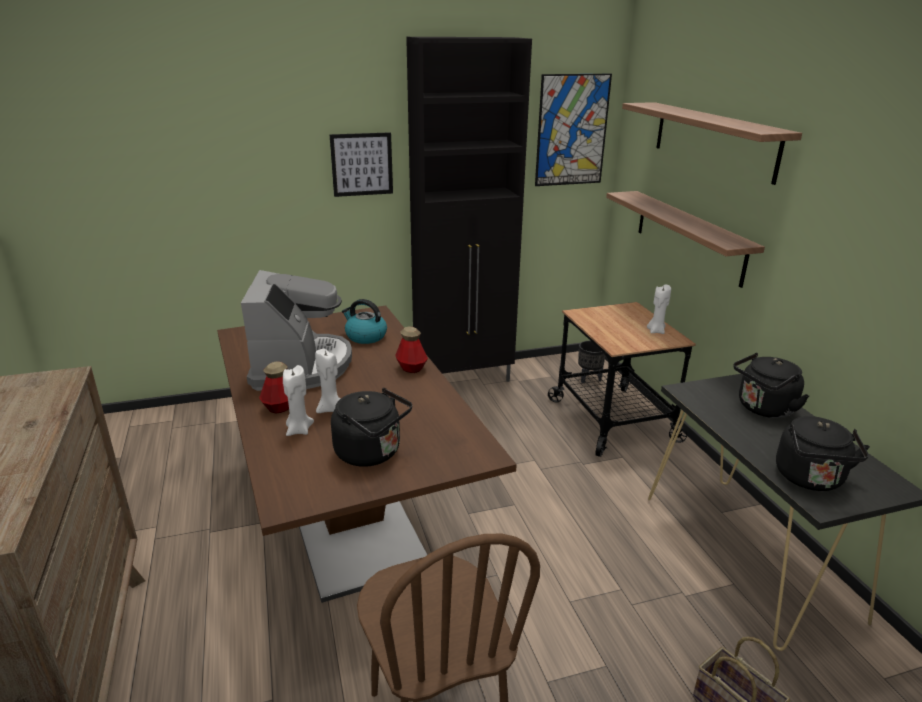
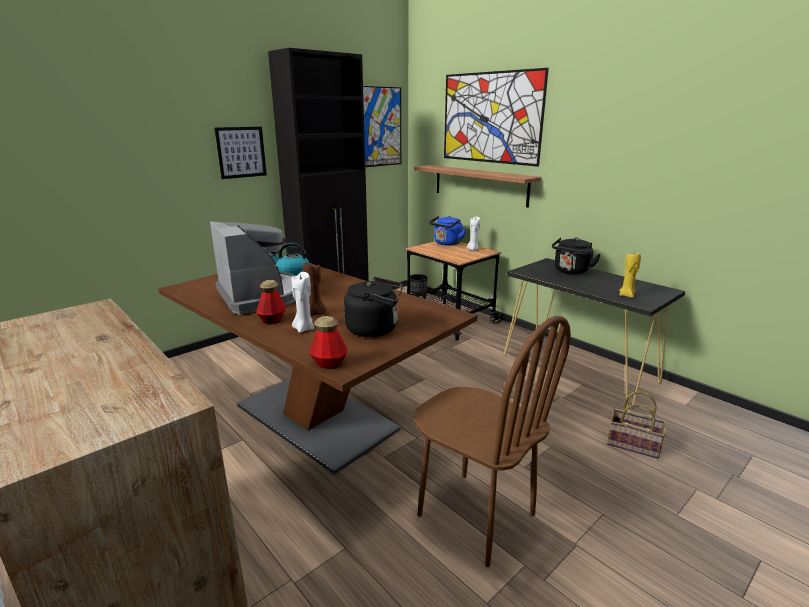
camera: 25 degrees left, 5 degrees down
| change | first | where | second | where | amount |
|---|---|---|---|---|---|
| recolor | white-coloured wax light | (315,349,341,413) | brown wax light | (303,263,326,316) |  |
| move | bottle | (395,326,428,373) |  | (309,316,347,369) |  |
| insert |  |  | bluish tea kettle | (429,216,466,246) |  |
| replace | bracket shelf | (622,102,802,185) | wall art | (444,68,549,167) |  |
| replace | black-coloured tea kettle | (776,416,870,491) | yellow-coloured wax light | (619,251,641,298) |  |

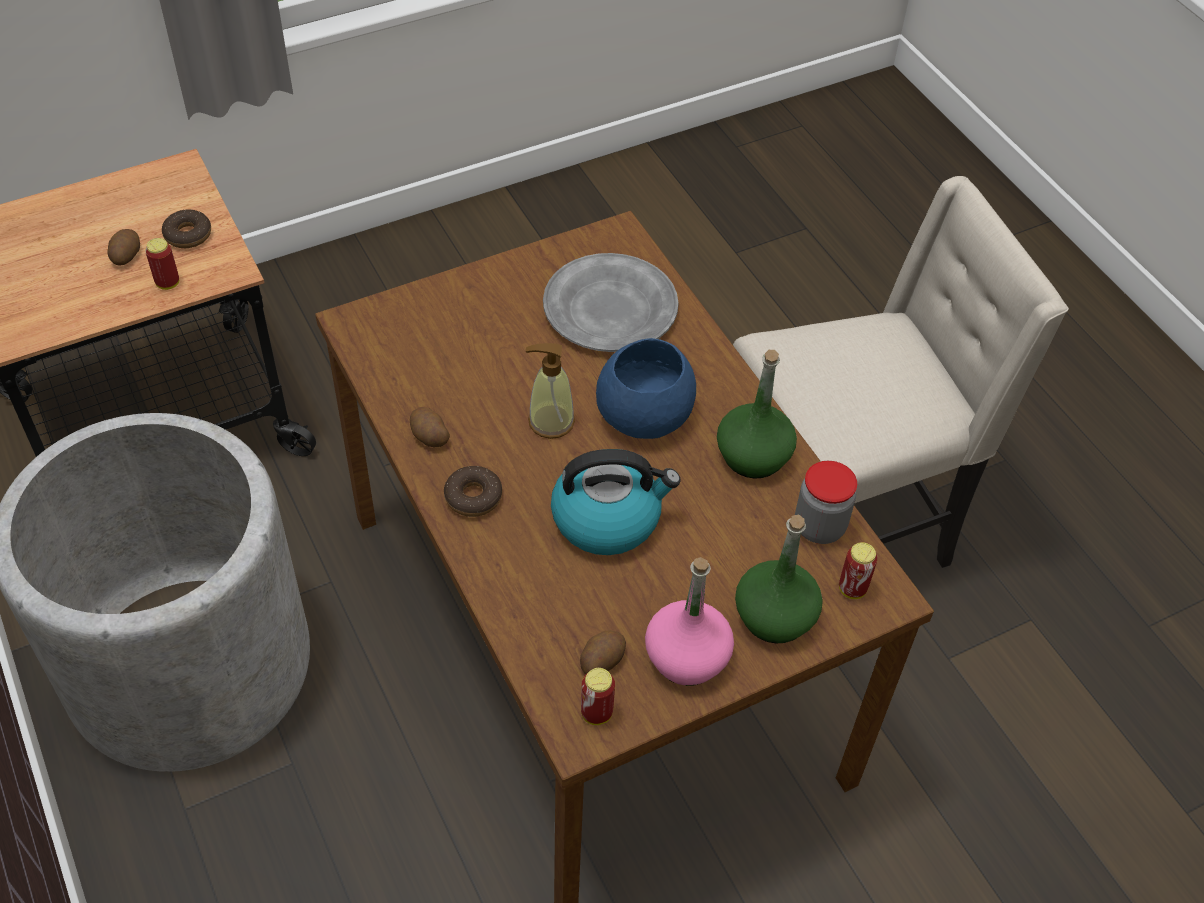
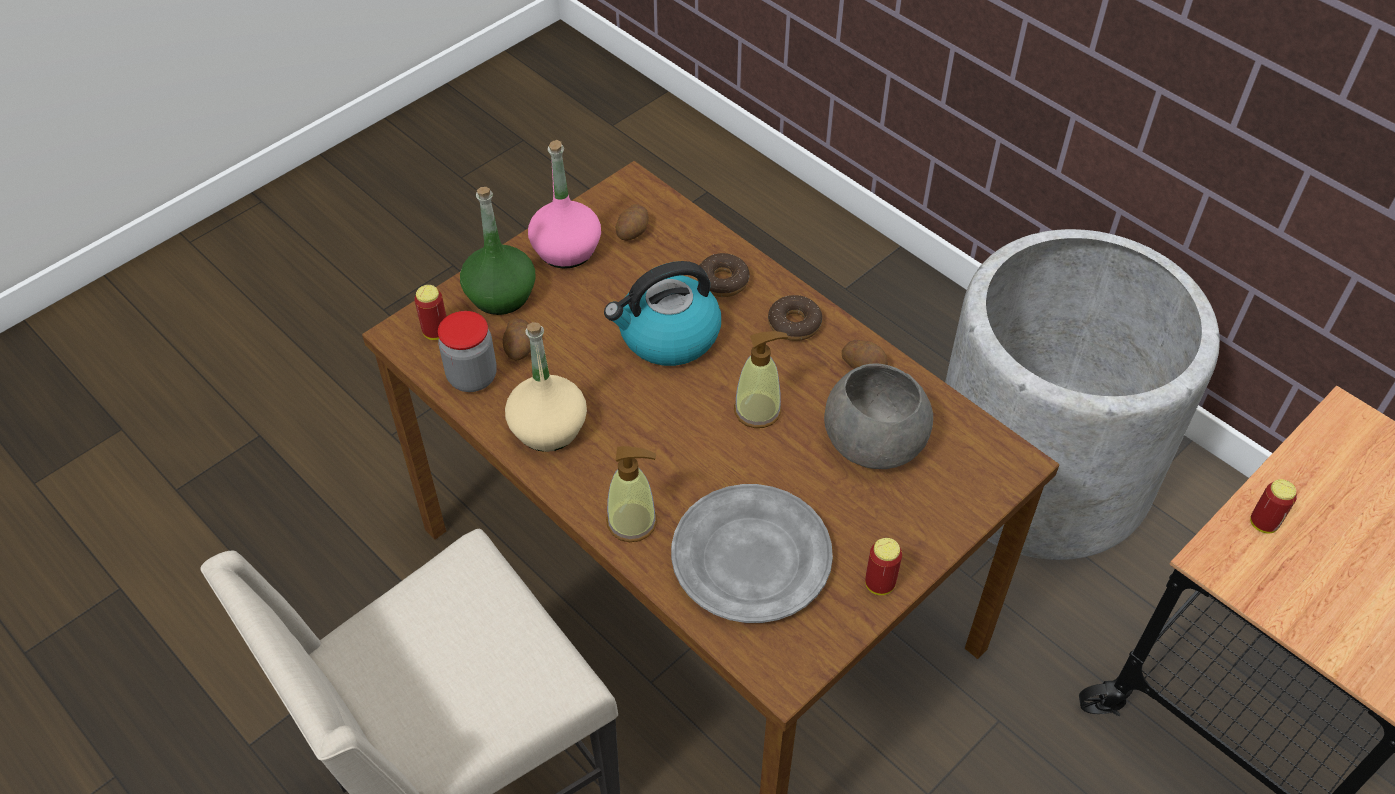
camera: 165 degrees right, 0 degrees up
| change | first | where | second | where | amount |
|---|---|---|---|---|---|
| move | whole potato | (107,229,140,266) |  | (503,319,531,361) |  |
| recolor | green-coloured bottle | (717,350,797,478) | sand-coloured bottle | (505,322,587,452) |  |
| insert |  |  | liquid soap bottle | (606,446,657,542) |  |
| move | doughnut | (162,209,211,248) |  | (697,253,750,297) |  |
| insert |  |  | greyish serving bowl | (824,363,933,469) |  |
| move | metal can | (581,668,615,725) |  | (865,538,902,595) |  |
| delete | bluish serving bowl | (596,338,696,439) |  |  |  |

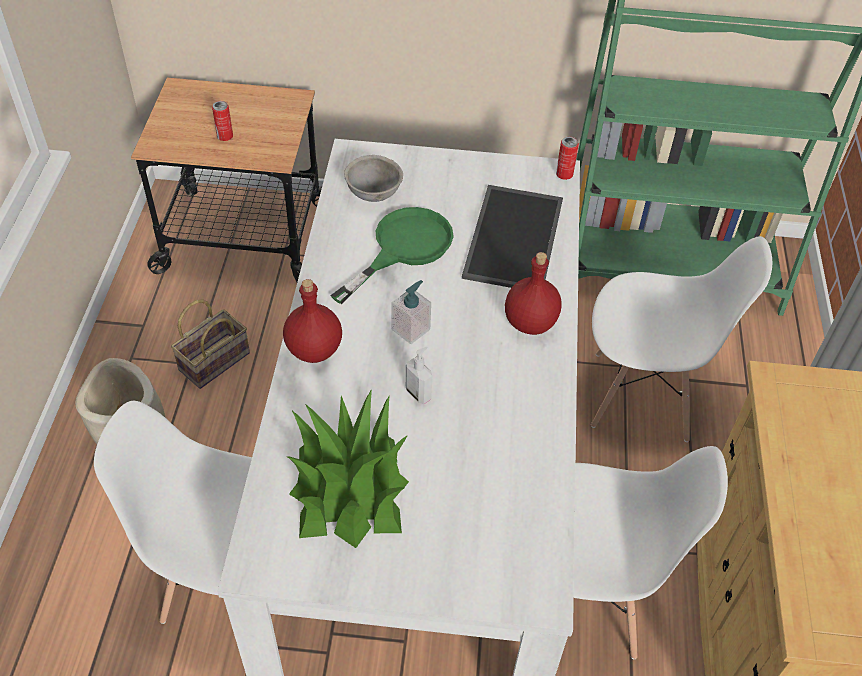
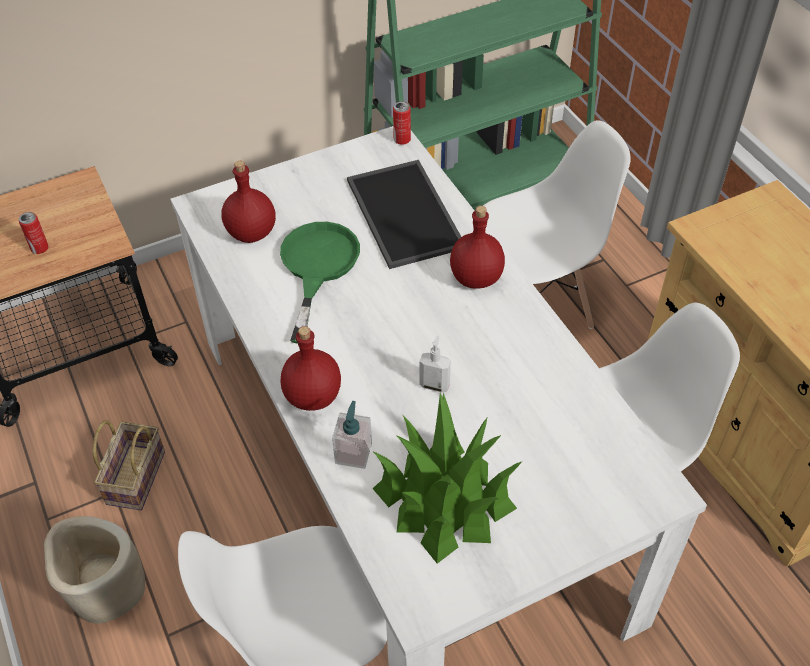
camera: 30 degrees left, 0 degrees up
| change | first | where | second | where | amount |
|---|---|---|---|---|---|
| replace | greyish serving bowl | (344,155,403,202) | reddish bottle | (221,161,276,243) |  |
| move | liquid soap bottle | (391,280,431,344) |  | (332,401,372,469) |  |

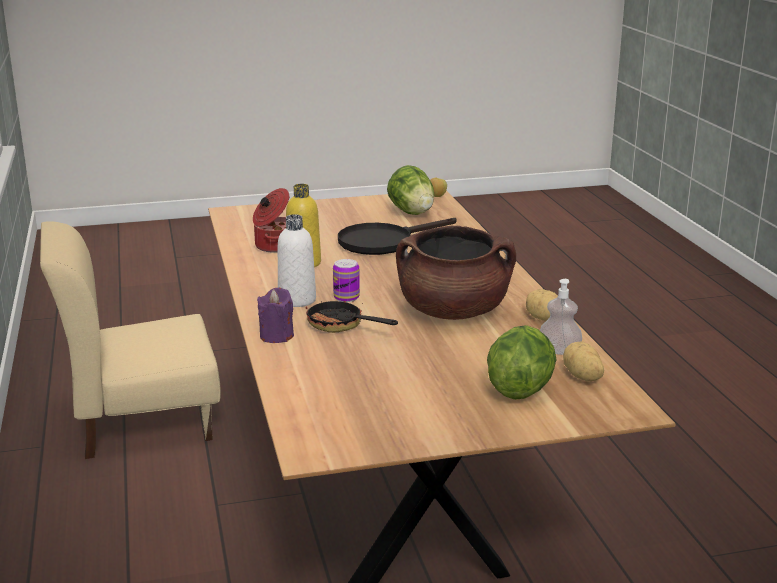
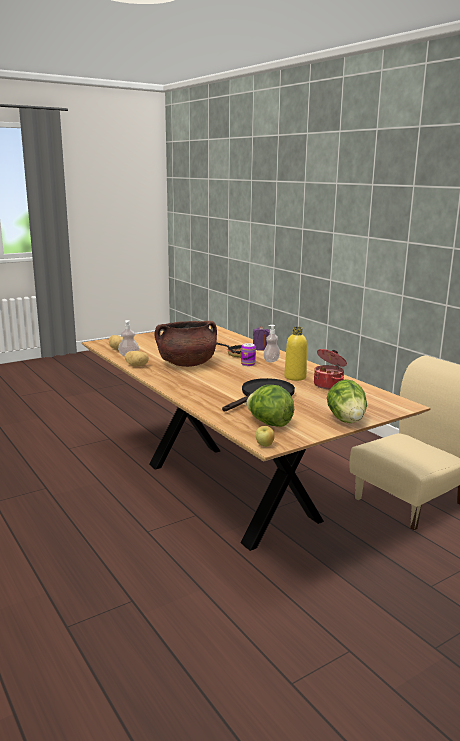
camera: 160 degrees right, 5 degrees down
| change | first | where | second | where | amount |
|---|---|---|---|---|---|
| replace | white-coloured bottle | (278,214,316,307) | liquid soap bottle | (263,325,280,362) |  |
| move | lettuce | (487,325,557,400) |  | (327,379,367,423) |  |

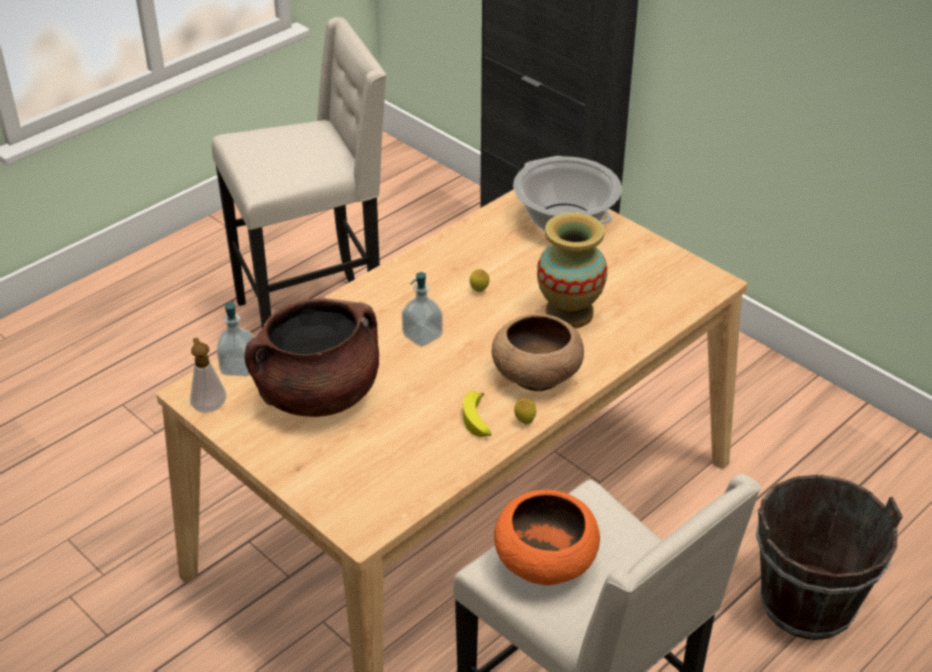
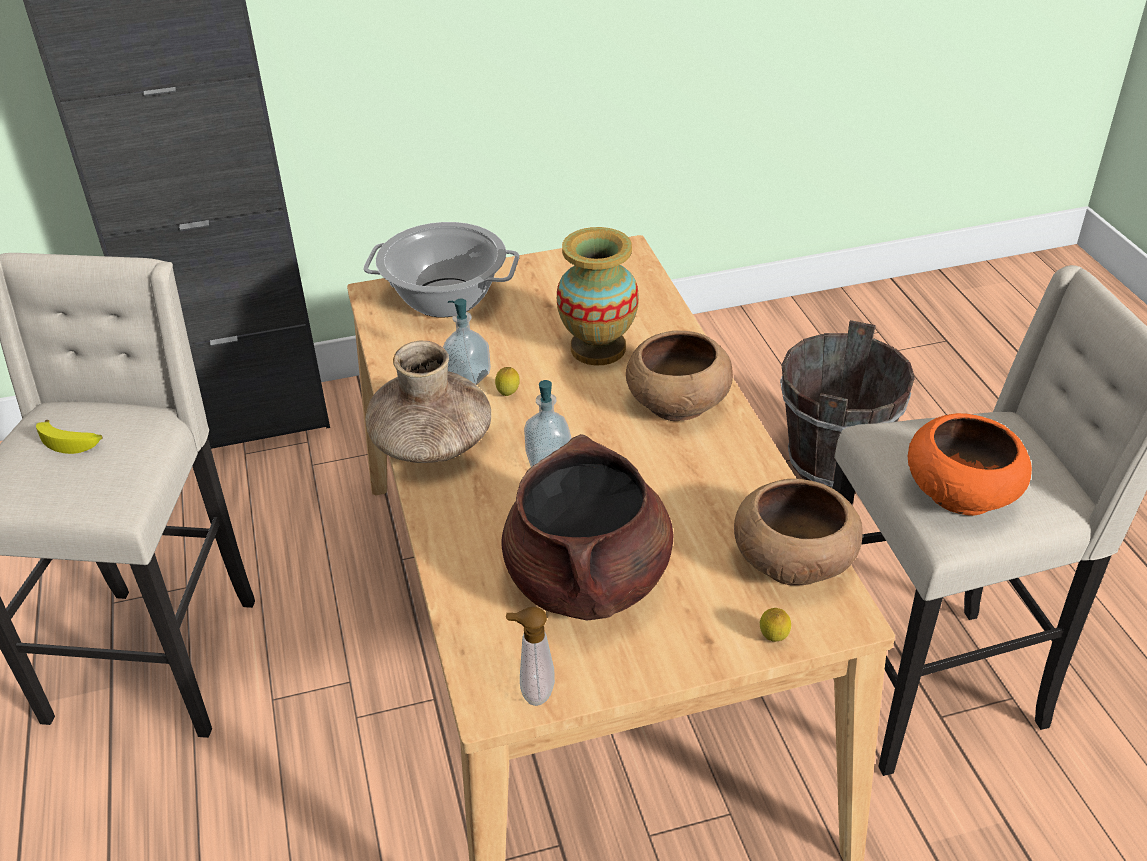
camera: 60 degrees left, 0 degrees up
| change | first | where | second | where | amount |
|---|---|---|---|---|---|
| move | banana | (463,391,491,437) |  | (36,420,103,454) |  |
| insert |  |  | brown vase | (365,341,491,463) |  |
| move | liquid soap bottle | (217,301,254,376) |  | (443,299,491,385) |  |
| insert |  |  | brown serving bowl | (734,479,863,586) |  |
| move | whole lemon | (514,398,536,424) |  | (760,608,791,642) |  |

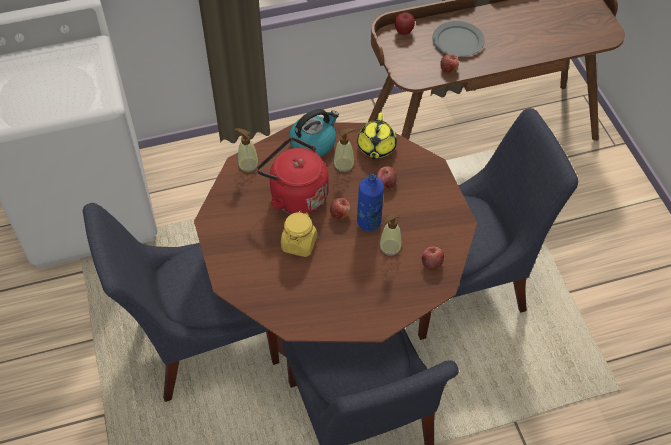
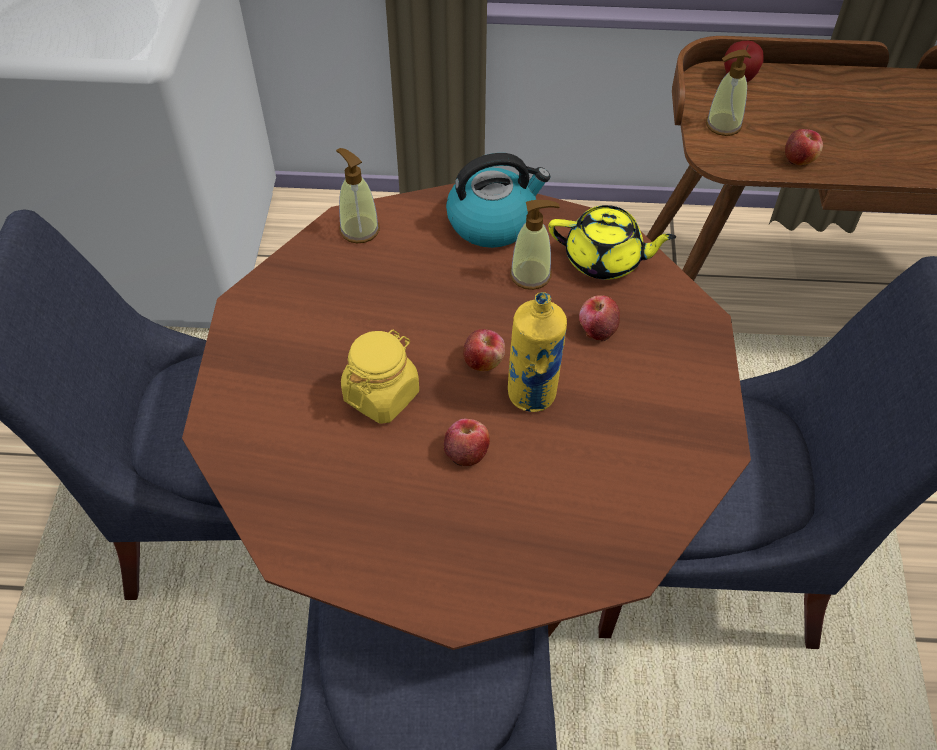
camera: 20 degrees right, 0 degrees up
| change | first | where | second | where | amount |
|---|---|---|---|---|---|
| move | whole apple | (422,246,444,270) |  | (444,419,490,466) |  |
| recolor | bluish bottle | (357,174,384,231) | yellow-coloured bottle | (508,292,567,412) |  |
| rotate | yellow-coloured tea pot | (357,113,397,159) |  | (548,205,676,279) | 105 degrees counterclockwise |
| move | liquid soap bottle | (379,212,402,257) |  | (706,50,751,136) |  |
| delete | reddish tea kettle | (257,137,329,214) |  |  |  |
| delete | greyish dinner plate | (433,21,485,57) |  |  |  |

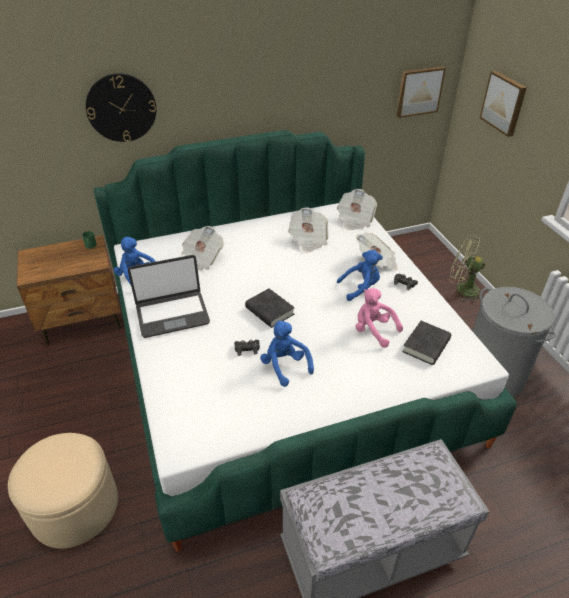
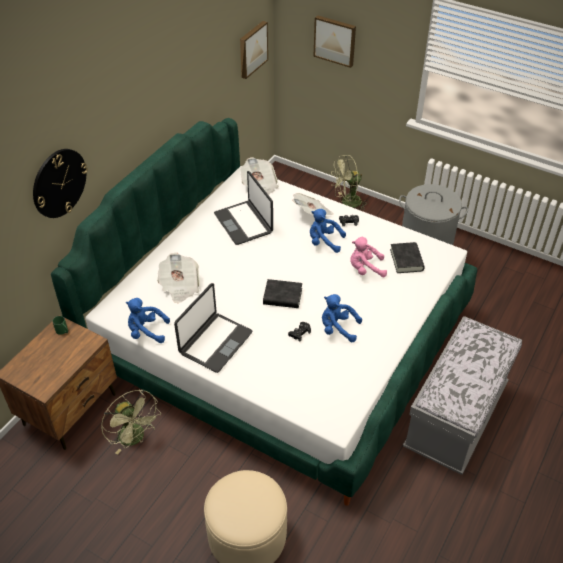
camera: 40 degrees left, 5 degrees up
| change | first | where | second | where | amount |
|---|---|---|---|---|---|
| insert |  |  | green-coloured electric fan | (101,389,161,455) |  |
| replace | daily paper | (288,207,328,253) | notebook computer | (214,171,273,245) |  |
| rotate | bluish soft toy | (337,250,383,301) |  | (310,209,346,253) | 105 degrees counterclockwise |

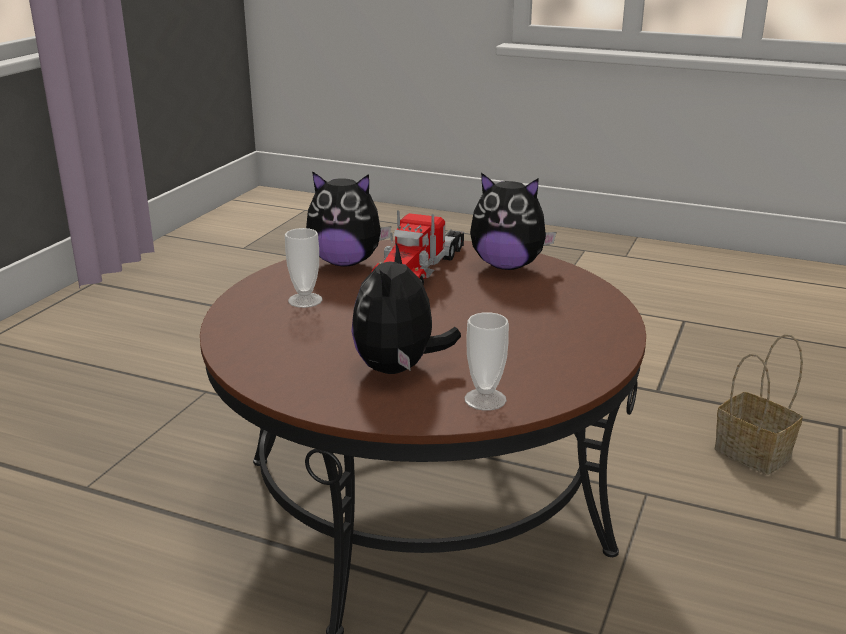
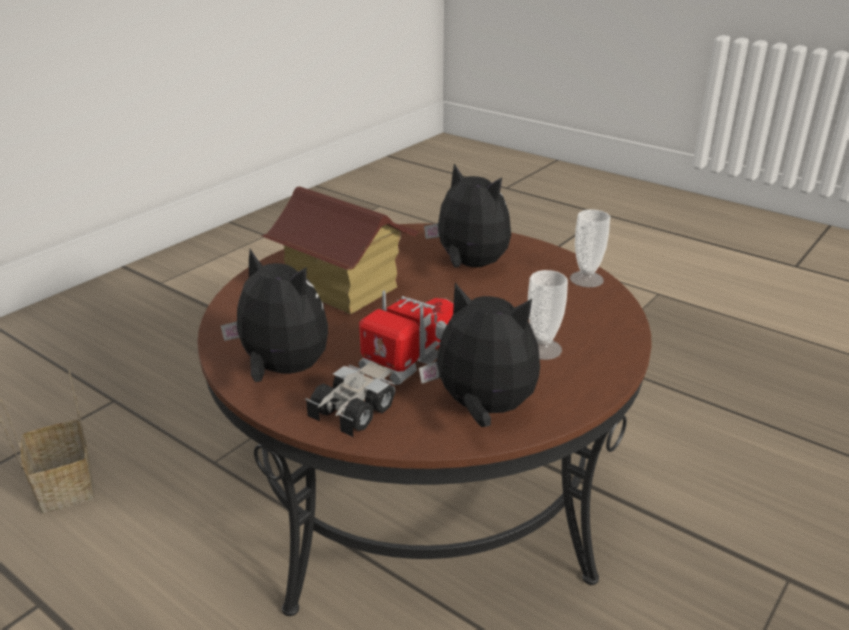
camera: 165 degrees left, 5 degrees up
| change | first | where | second | where | amount |
|---|---|---|---|---|---|
| insert |  |  | model house | (262,187,419,314) |  |
| rotate | soft toy | (351,244,461,374) |  | (424,163,511,268) | 75 degrees counterclockwise |
| move | drinking cup | (464,312,509,411) |  | (570,209,610,287) |  |

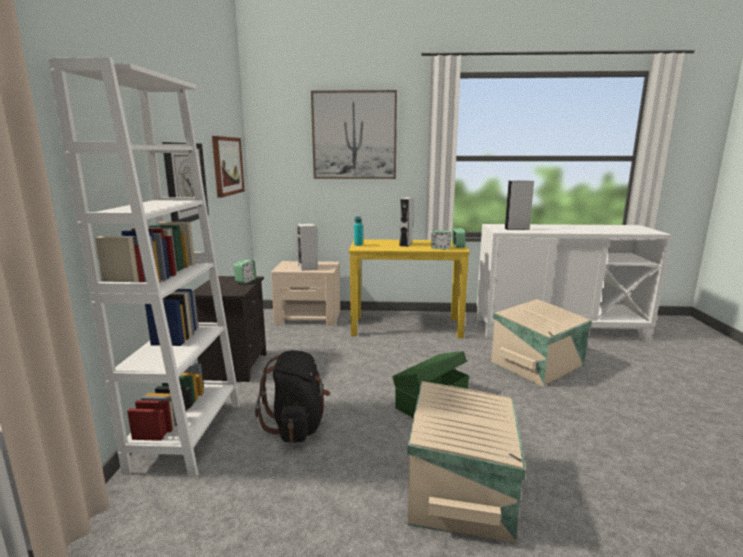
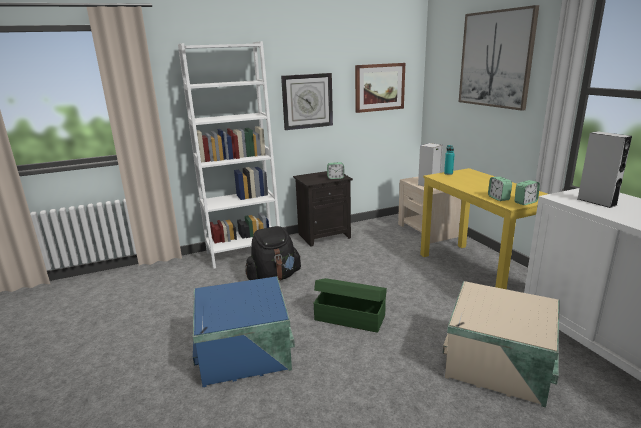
camera: 65 degrees right, 5 degrees up
| change | first | where | second | where | amount |
|---|---|---|---|---|---|
| recolor | sand-coloured storage box | (407,381,526,543) | bluish storage box | (193,276,295,387) |  |
| delete | greyish audio speaker | (400,197,413,247) |  |  |  |

